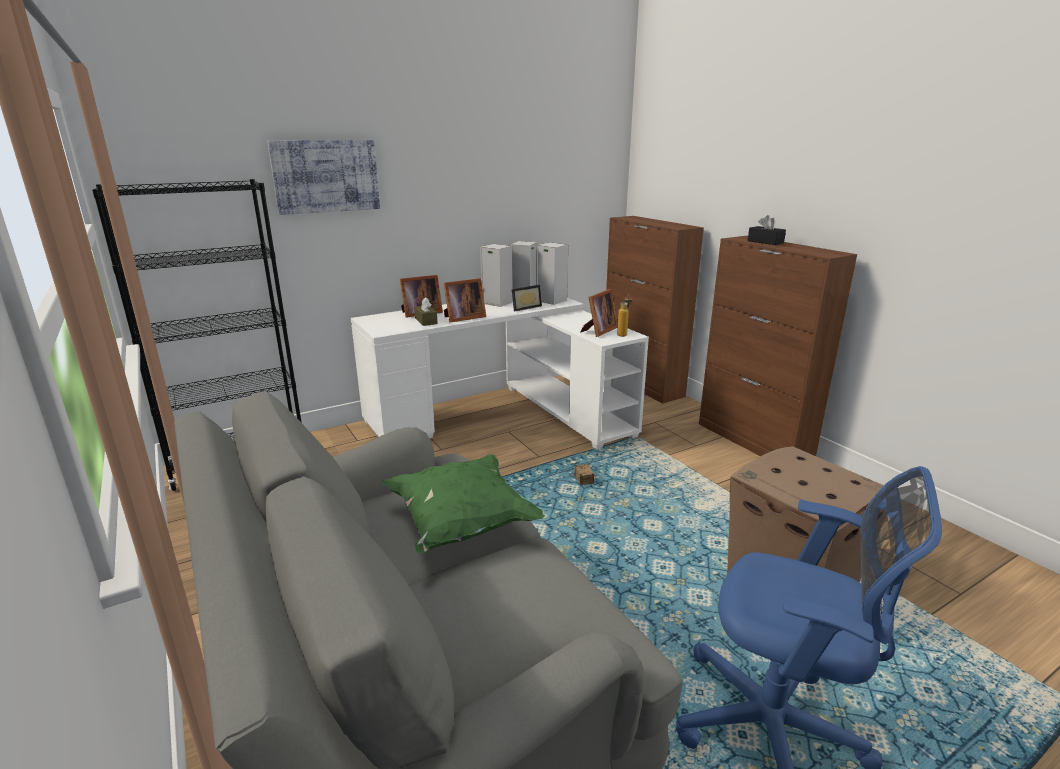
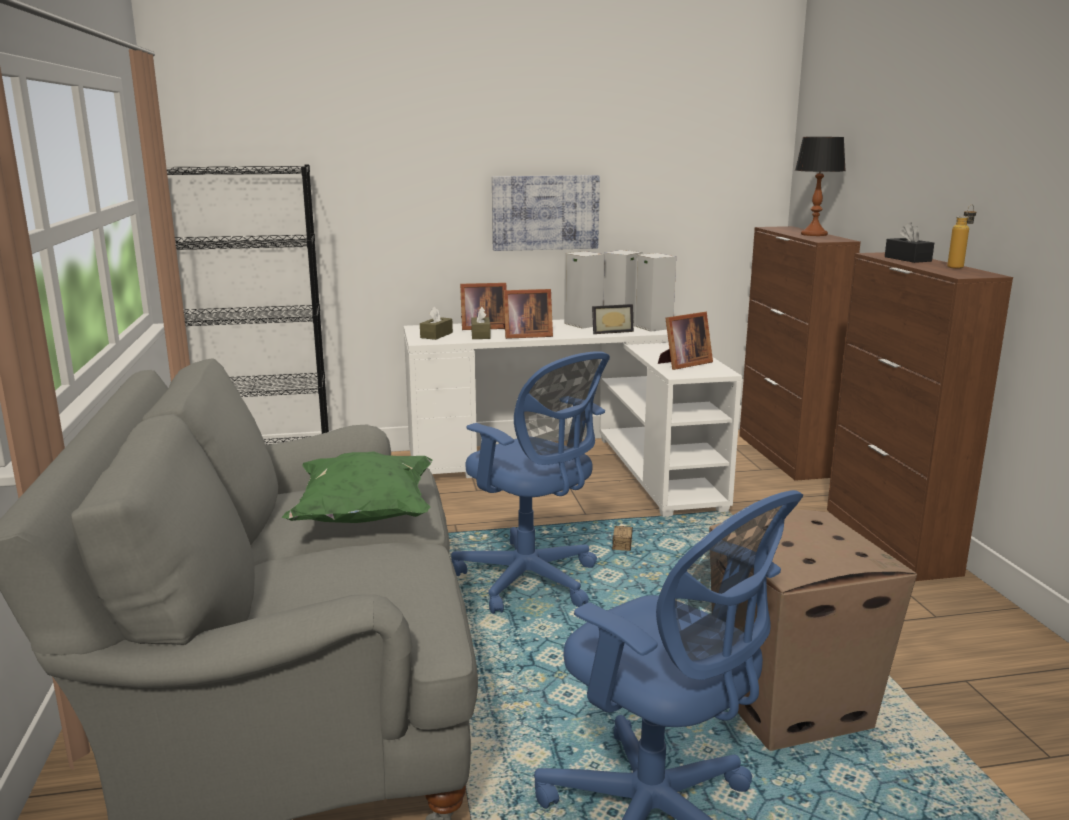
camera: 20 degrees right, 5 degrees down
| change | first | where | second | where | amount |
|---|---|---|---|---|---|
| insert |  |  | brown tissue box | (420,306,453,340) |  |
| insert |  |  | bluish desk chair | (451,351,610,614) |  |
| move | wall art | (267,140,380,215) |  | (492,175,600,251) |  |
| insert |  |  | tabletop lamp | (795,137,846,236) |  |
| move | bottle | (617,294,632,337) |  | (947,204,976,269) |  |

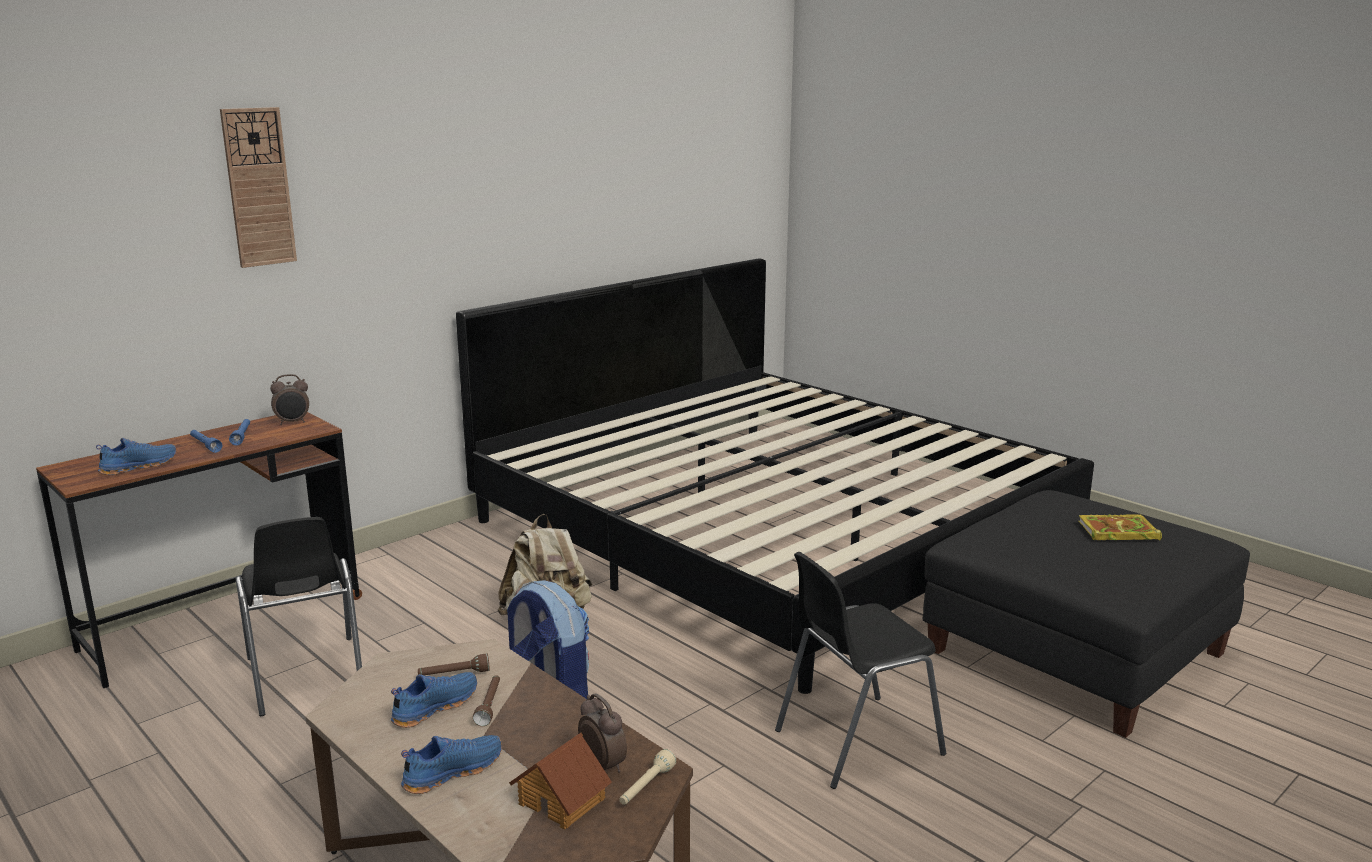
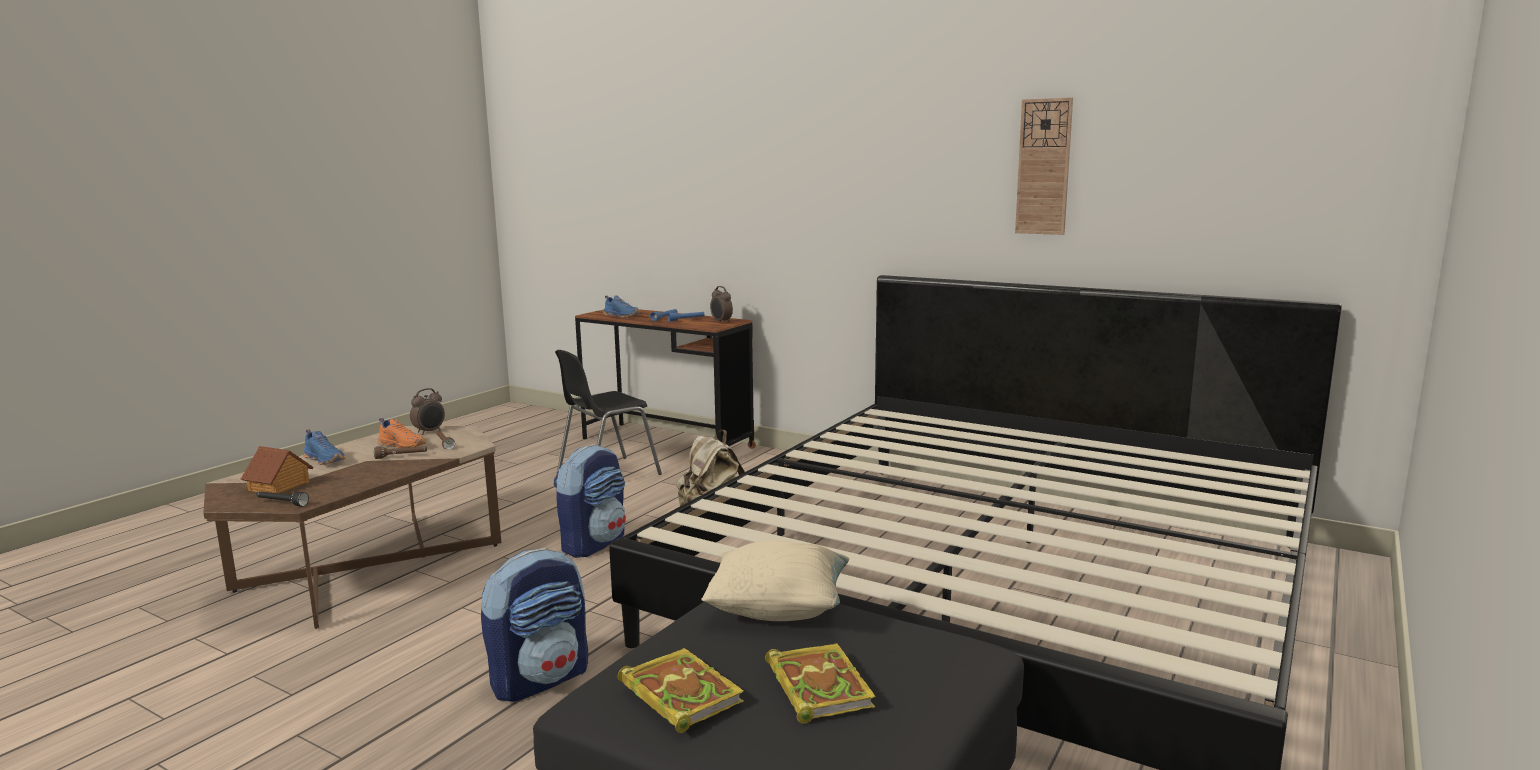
camera: 75 degrees right, 5 degrees down
| change | first | where | second | where | amount |
|---|---|---|---|---|---|
| recolor | sand-coloured flashlight | (619,749,676,805) | black-coloured flashlight | (256,491,309,506) |  |
| recolor | bluish shoe | (391,672,477,728) | orangey shoe | (378,418,426,448) |  |
| move | table clock | (578,693,627,773) |  | (410,388,445,435) |  |
| replace | black-coloured upright chair | (775,552,946,789) | rucksack | (481,548,588,702) |  |
| insert |  |  | book | (618,648,744,733) |  |
| insert |  |  | sand-coloured throw pillow | (701,540,849,621) |  |
| move | wall clock | (220,107,297,268) |  | (1015,97,1073,235) |  |

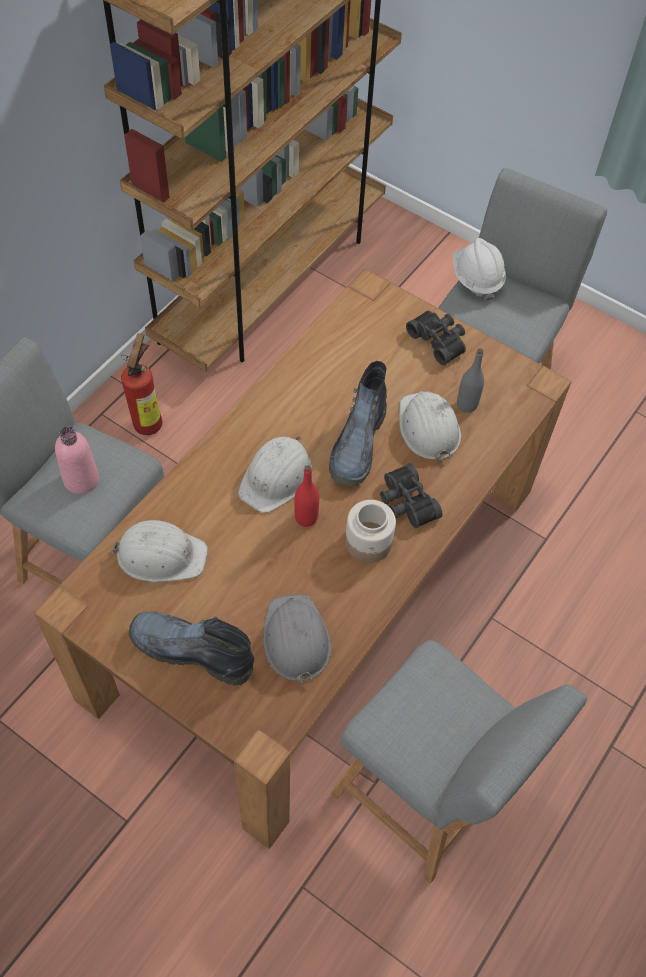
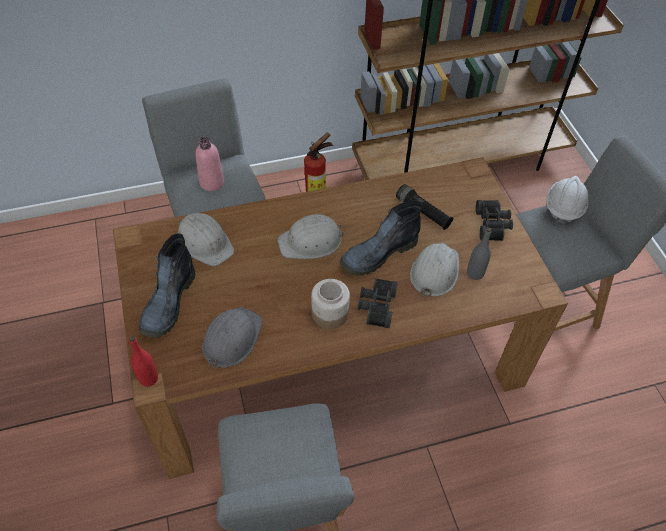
camera: 40 degrees right, 5 degrees down
| change | first | where | second | where | amount |
|---|---|---|---|---|---|
| move | reddish bottle | (294,466,319,527) |  | (129,336,158,387) |  |
| rotate | high-top boot | (129,611,254,686) |  | (139,233,196,338) | 135 degrees counterclockwise |
| insert |  |  | black-coloured flashlight | (396,184,454,230) |  |

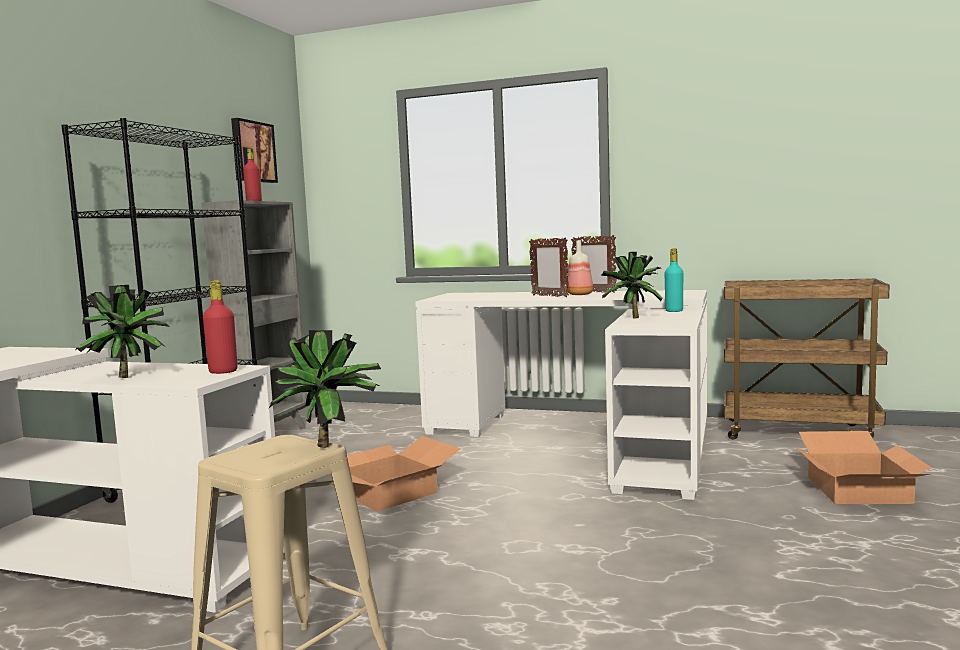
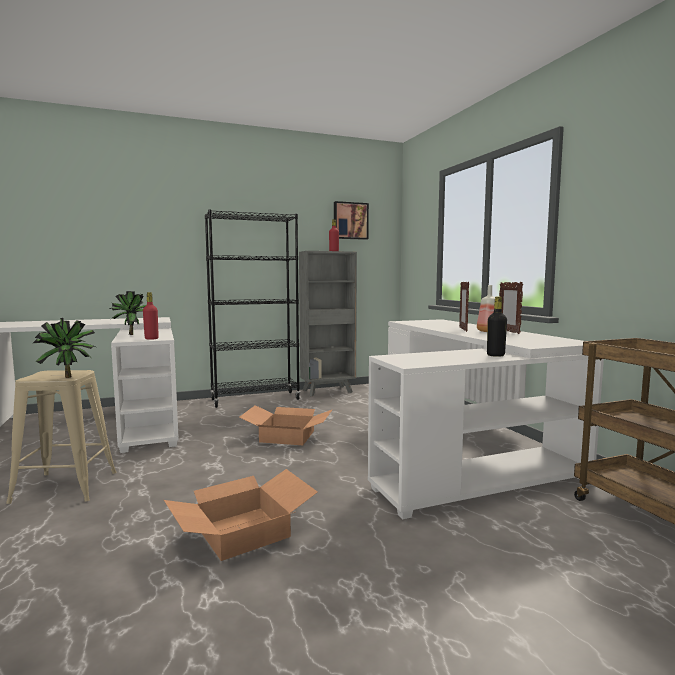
camera: 50 degrees right, 0 degrees up
| change | first | where | second | where | amount |
|---|---|---|---|---|---|
| move | carton | (796,431,932,504) |  | (164,469,317,561) |  |
| recolor | turquoise bottle | (665,248,683,312) | black-coloured bottle | (487,297,507,357) |  |
| delete | plant in a pot | (601,252,662,318) |  |  |  |

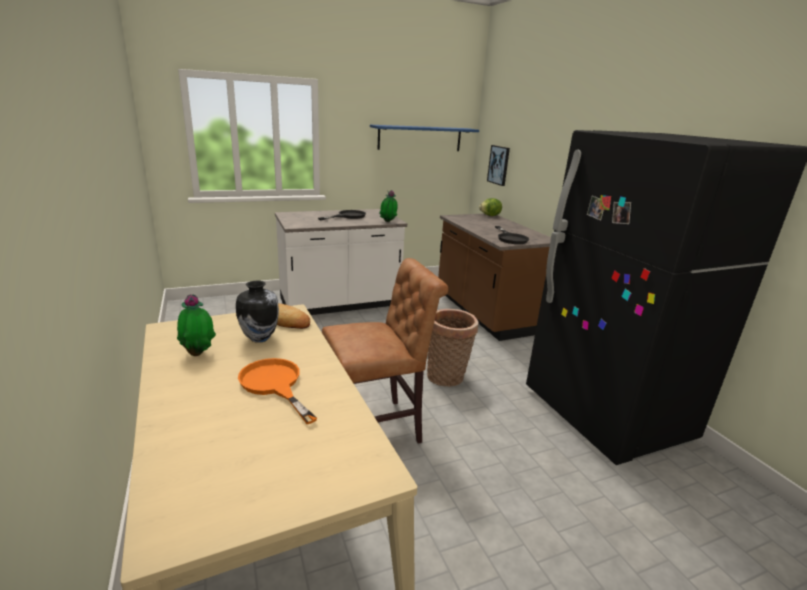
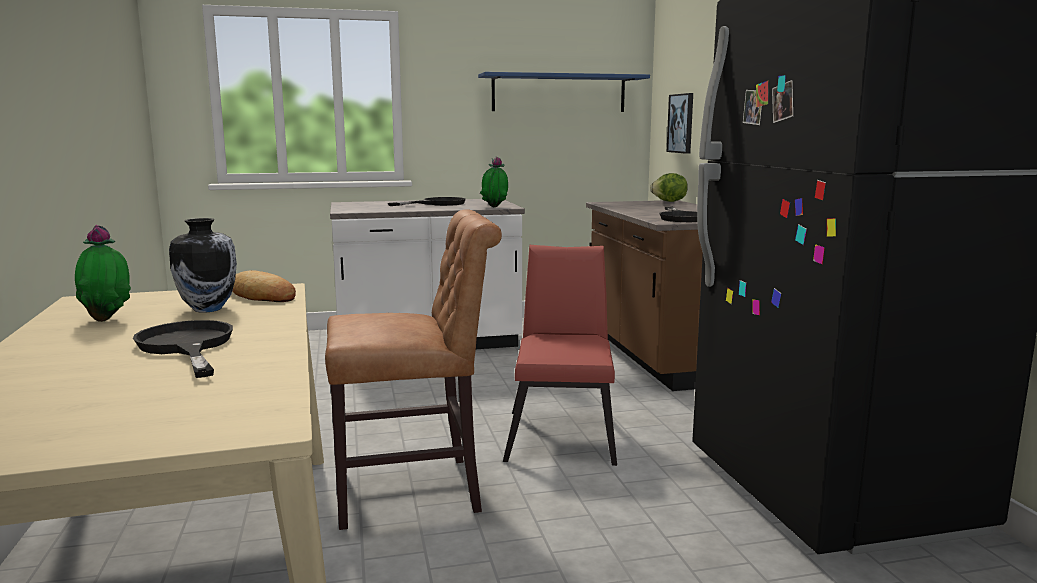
camera: 10 degrees right, 10 degrees down
| change | first | where | second | where | amount |
|---|---|---|---|---|---|
| recolor | orangey skillet | (238,358,317,424) | black-coloured skillet | (133,320,233,378) |  |
| replace | household basket | (427,309,478,387) | reddish upright chair | (503,245,617,466) |  |

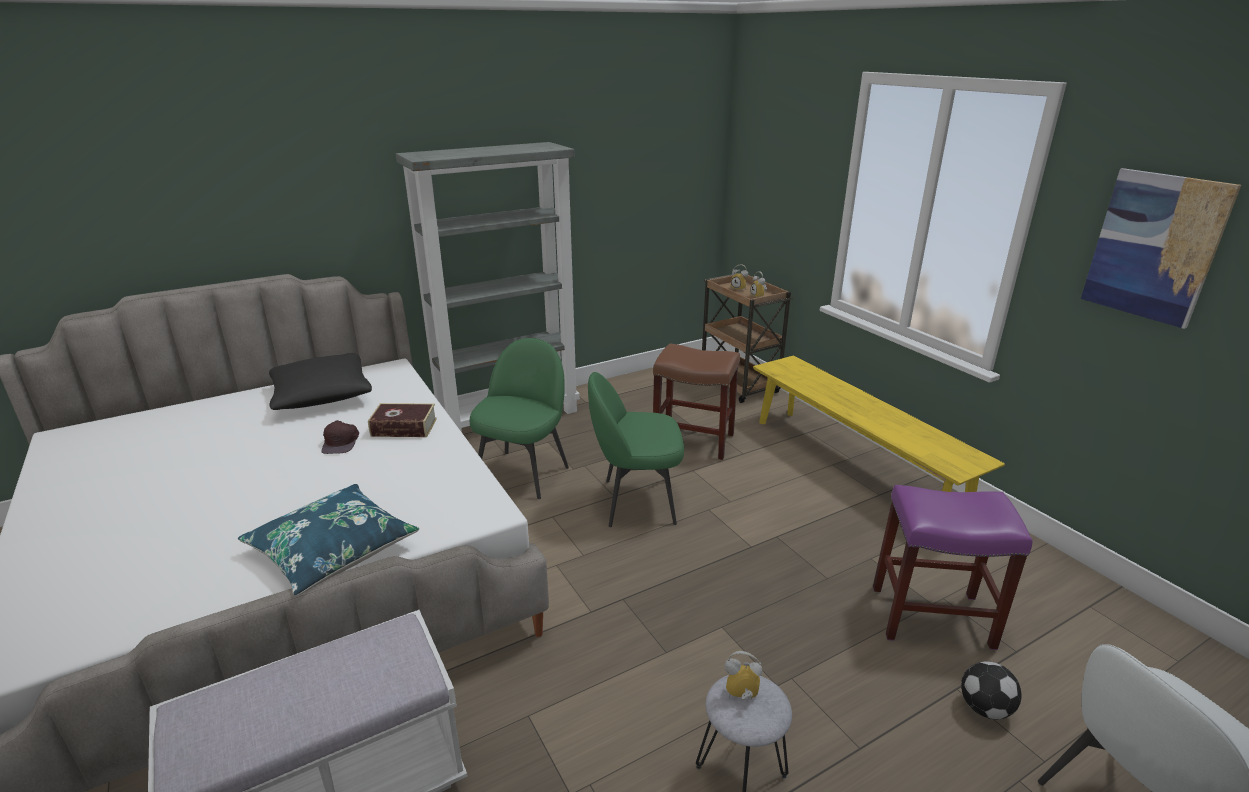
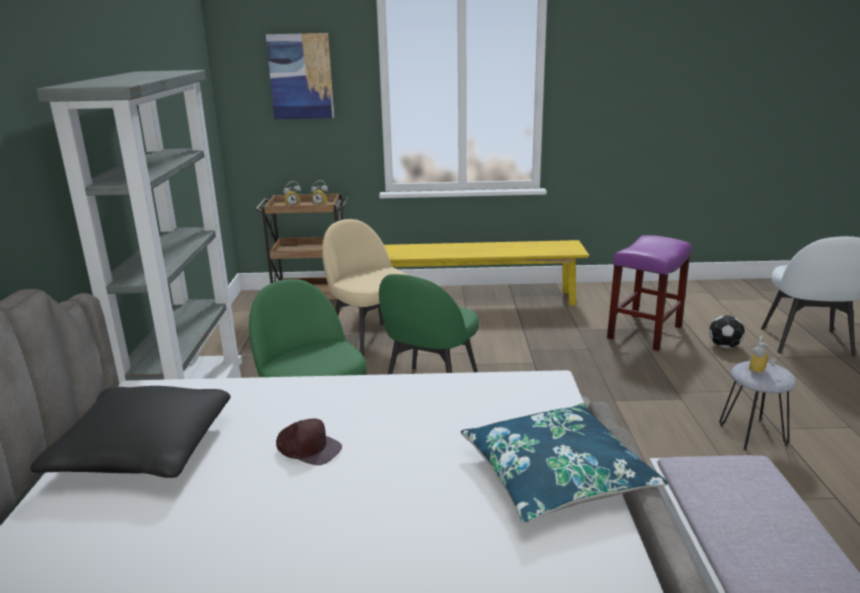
camera: 60 degrees left, 5 degrees down
| change | first | where | second | where | amount |
|---|---|---|---|---|---|
| move | wall art | (1081,168,1241,329) |  | (266,33,334,119) |  |
| replace | brown sitting stool | (653,344,740,460) | sand-coloured upright chair | (322,219,407,357) |  |
| delete | book | (368,403,437,437) |  |  |  |

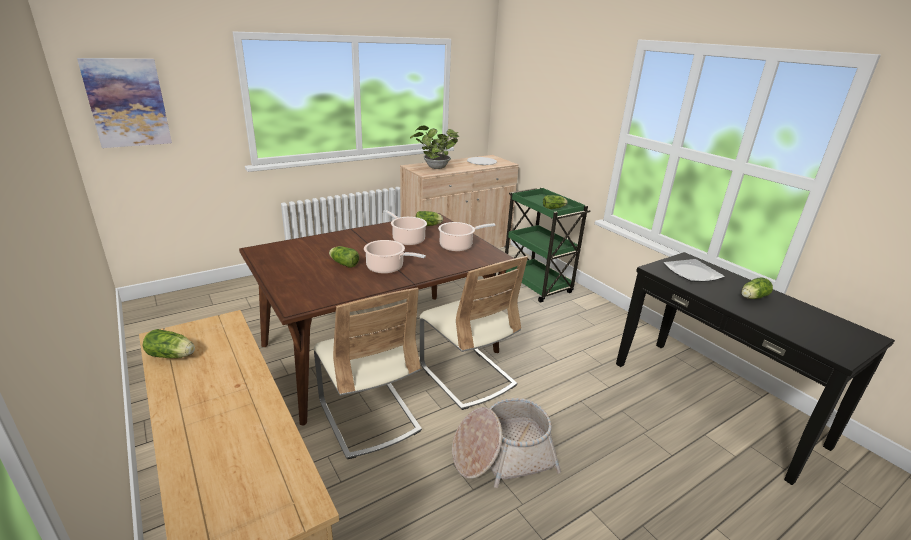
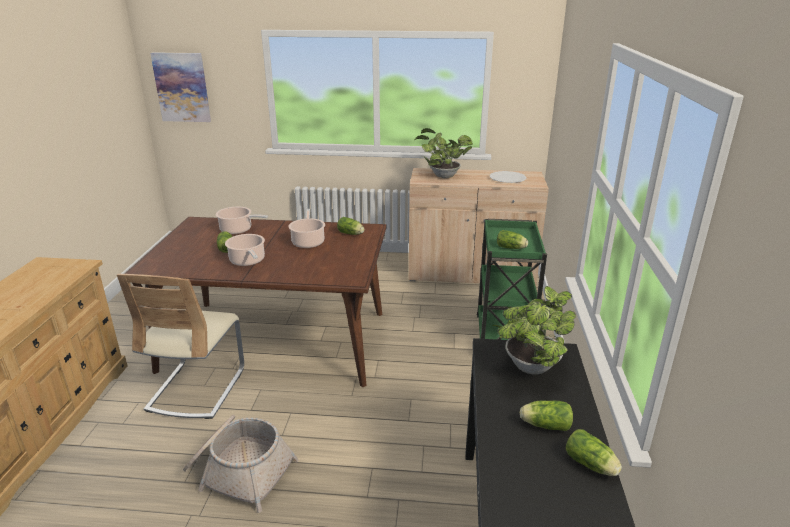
camera: 40 degrees right, 0 degrees up
| change | first | where | second | where | amount |
|---|---|---|---|---|---|
| move | cooking pot | (438,222,495,252) |  | (216,206,268,234) |  |
| replace | dinner plate | (664,259,725,282) | plant in a pot | (492,286,576,374) |  |
| move | lettuce | (143,329,195,358) |  | (566,429,622,476) |  |
| delete | sand-coloured upright chair | (420,256,528,410) |  |  |  |

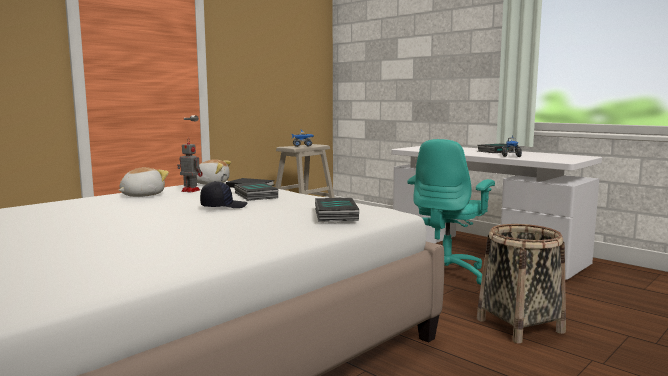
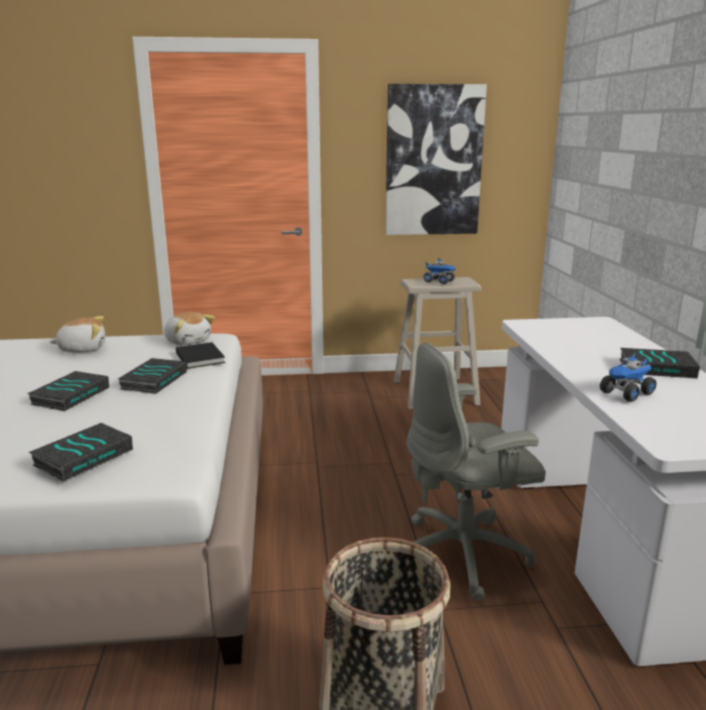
camera: 40 degrees right, 10 degrees up
| change | first | where | second | where | amount |
|---|---|---|---|---|---|
| replace | black-coloured baseball cap | (200,181,248,208) | book | (27,371,109,411) |  |
| insert |  |  | wall art | (385,84,487,235) |  |
| recolor | turquoise desk chair | (407,139,495,285) | greyish desk chair | (407,343,546,602) |  |
| delete | model robot | (177,138,203,193) |  |  |  |

